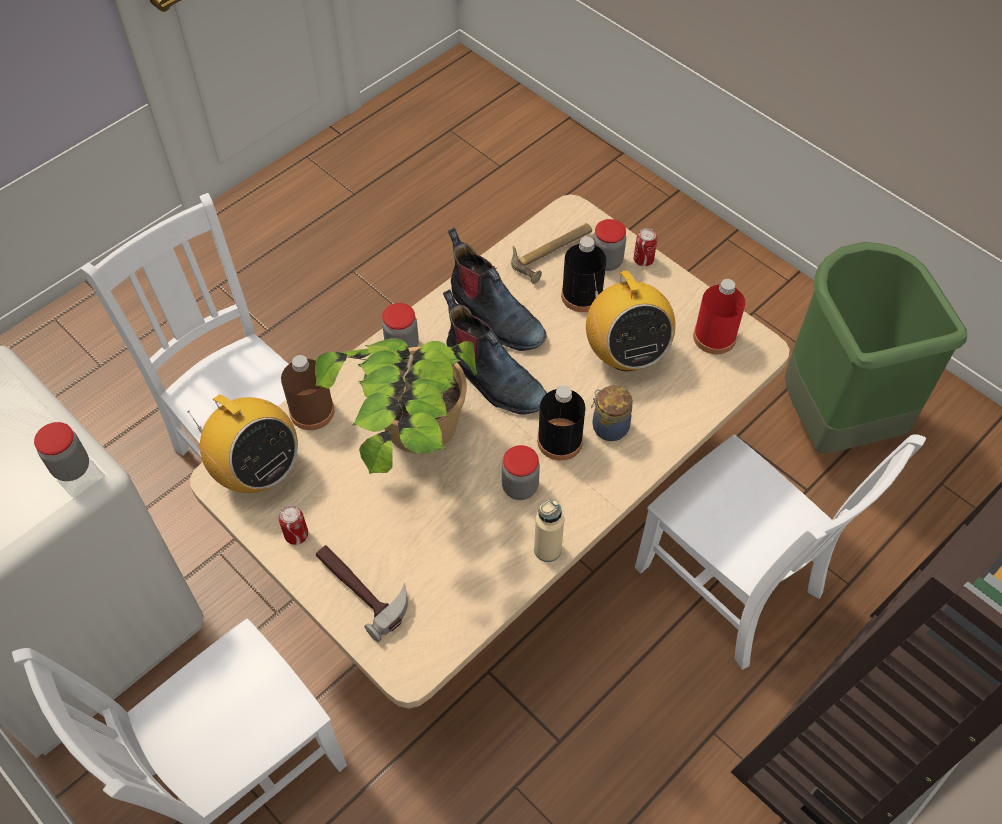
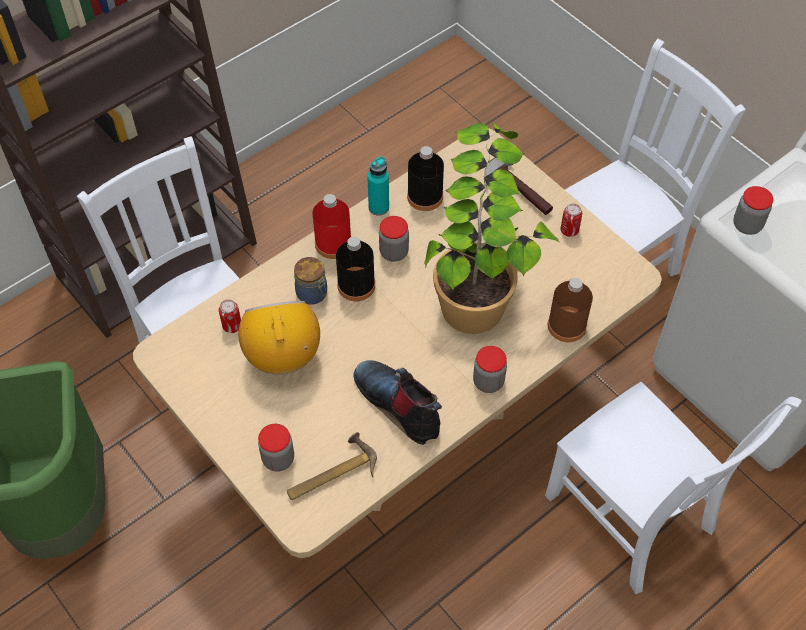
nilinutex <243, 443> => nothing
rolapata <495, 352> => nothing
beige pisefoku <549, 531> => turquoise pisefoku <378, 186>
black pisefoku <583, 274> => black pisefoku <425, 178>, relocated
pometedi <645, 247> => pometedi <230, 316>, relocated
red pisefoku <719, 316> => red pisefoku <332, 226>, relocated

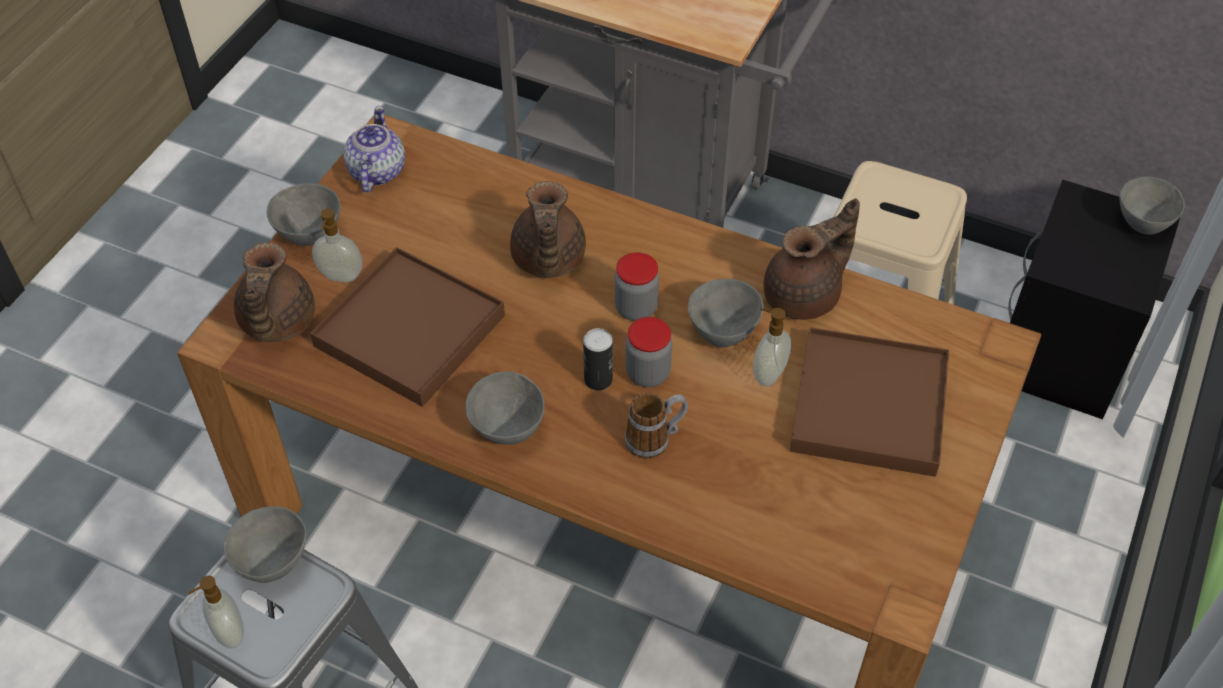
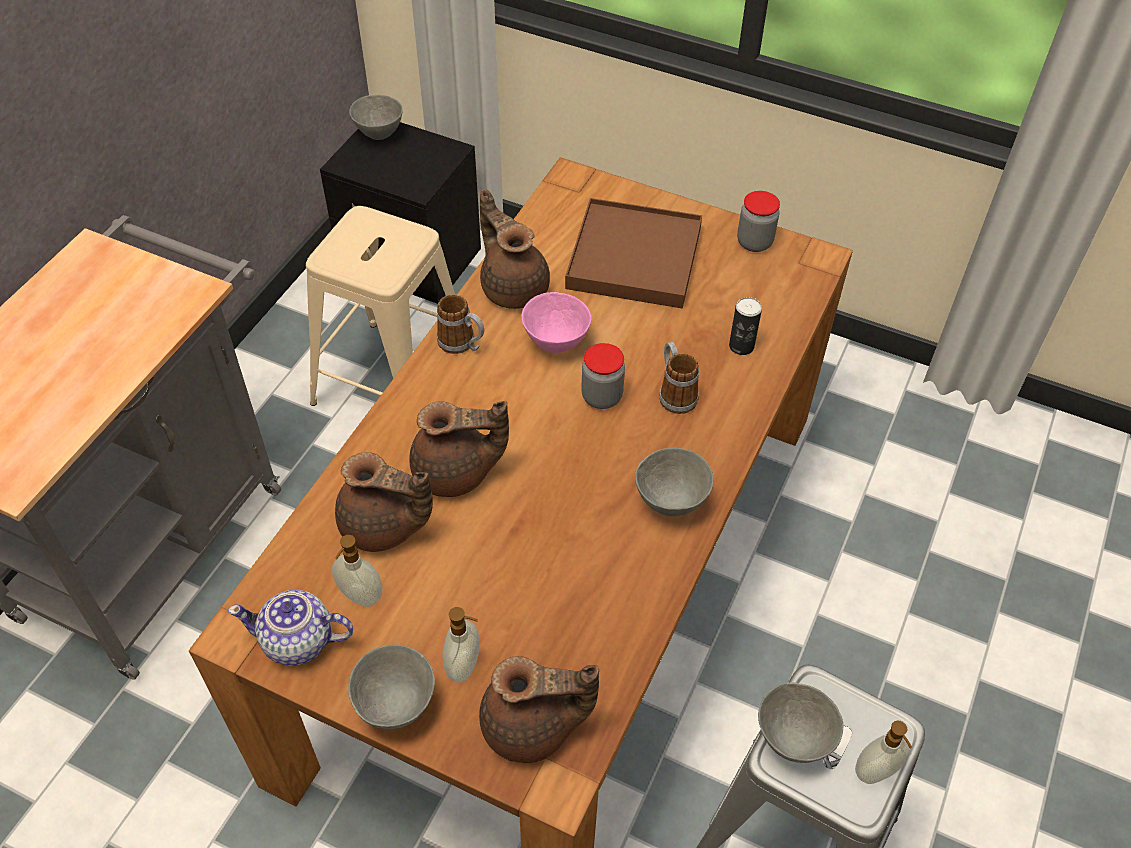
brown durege <407, 327> => nothing
pometedi <598, 359> => pometedi <745, 326>, relocated
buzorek <637, 286> => buzorek <758, 221>, relocated
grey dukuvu <726, 313> => pink dukuvu <556, 322>
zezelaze <772, 347> => zezelaze <357, 571>, relocated
nothing => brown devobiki <384, 502>
nothing => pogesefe <460, 324>

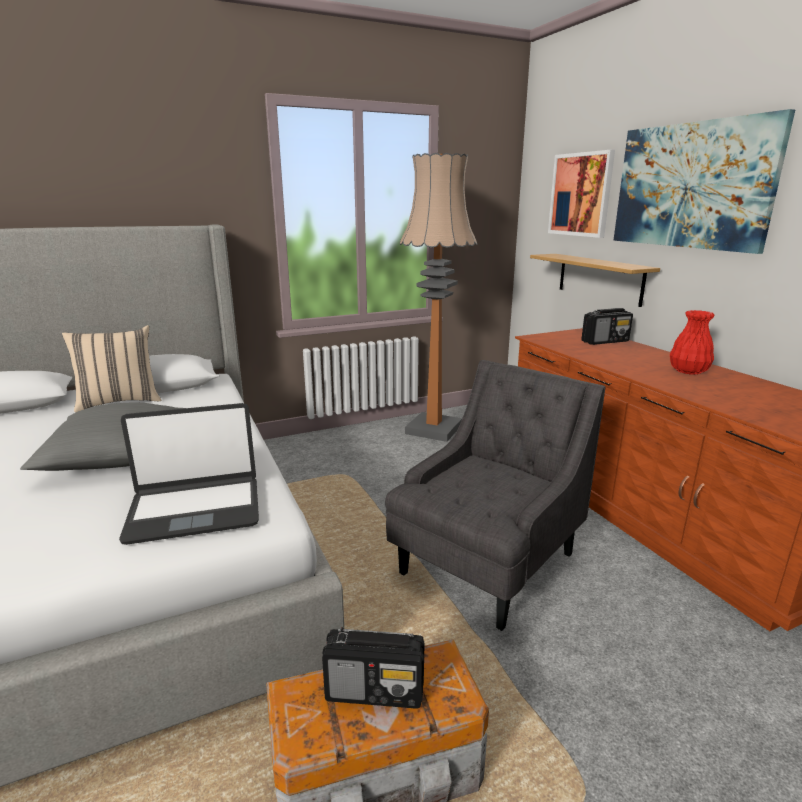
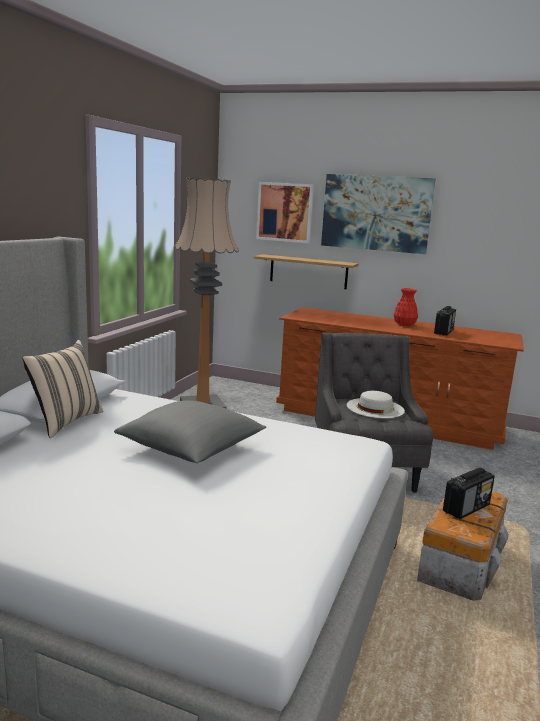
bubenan <189, 474> => nothing
nilinutex <607, 326> => nilinutex <445, 320>, relocated
nothing => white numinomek <376, 404>

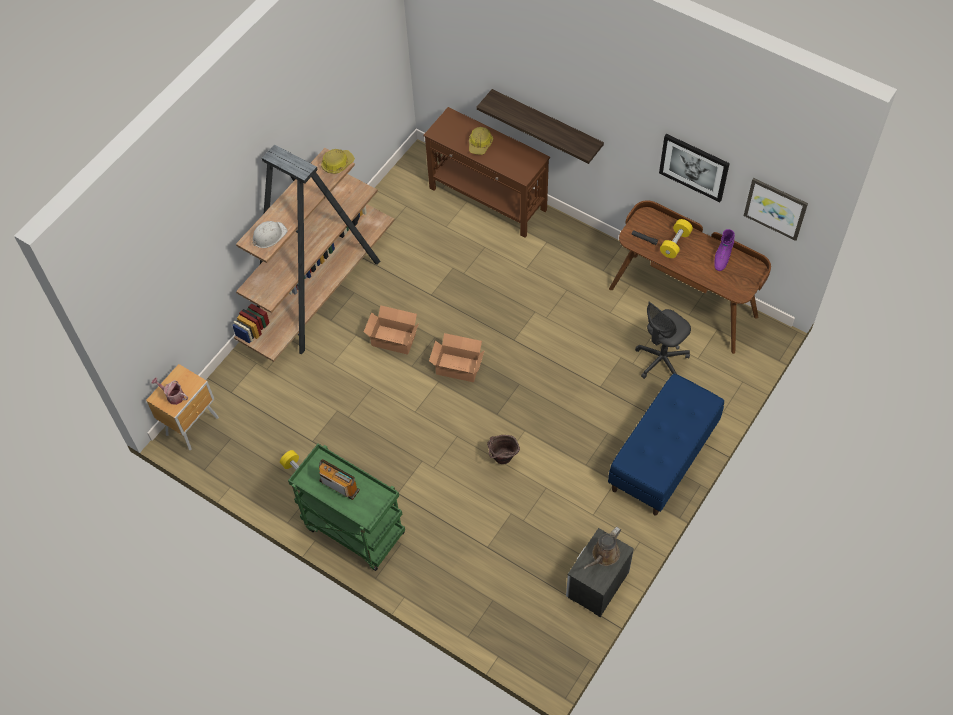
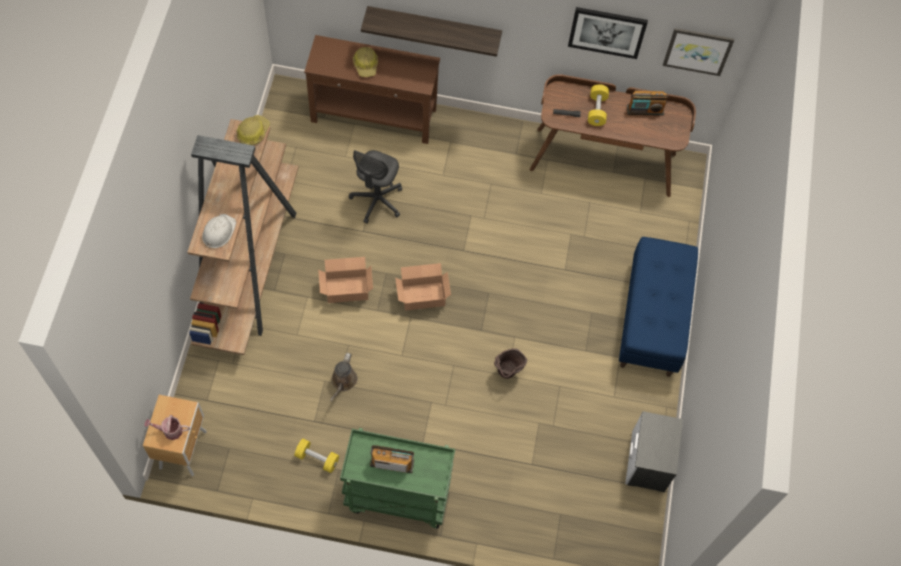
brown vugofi <602, 548> => brown vugofi <343, 377>, relocated
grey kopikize <663, 340> => grey kopikize <375, 187>, relocated
purple rolapata <724, 250> => nilinutex <648, 103>

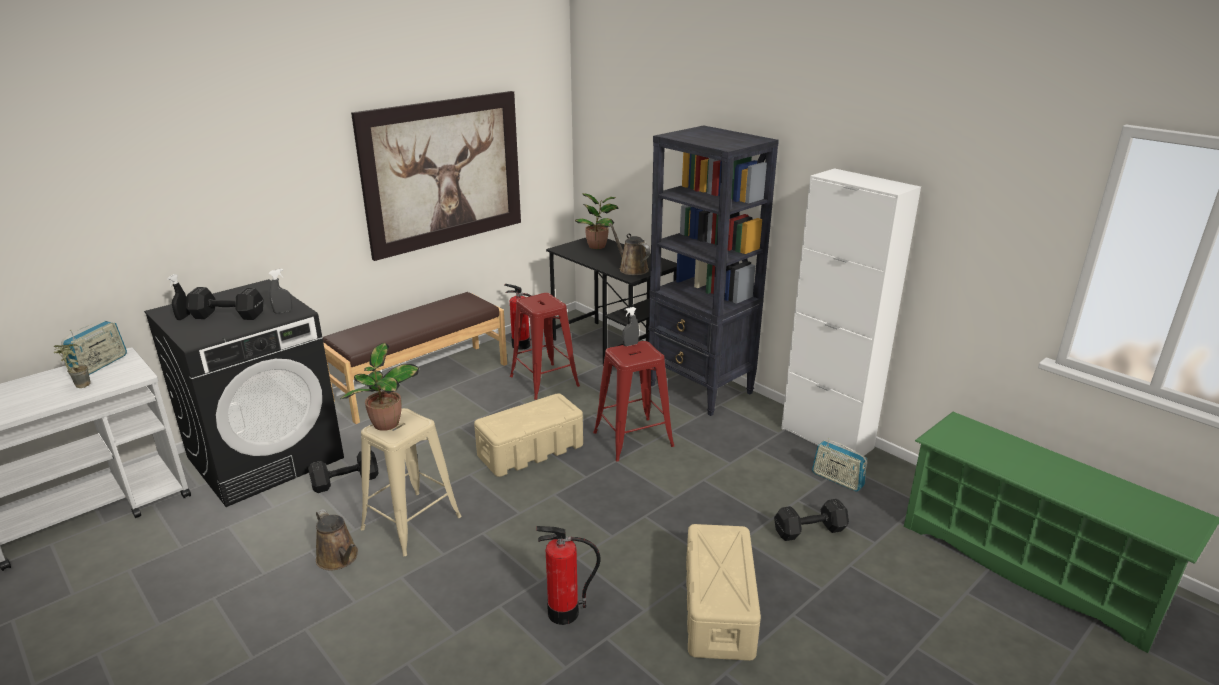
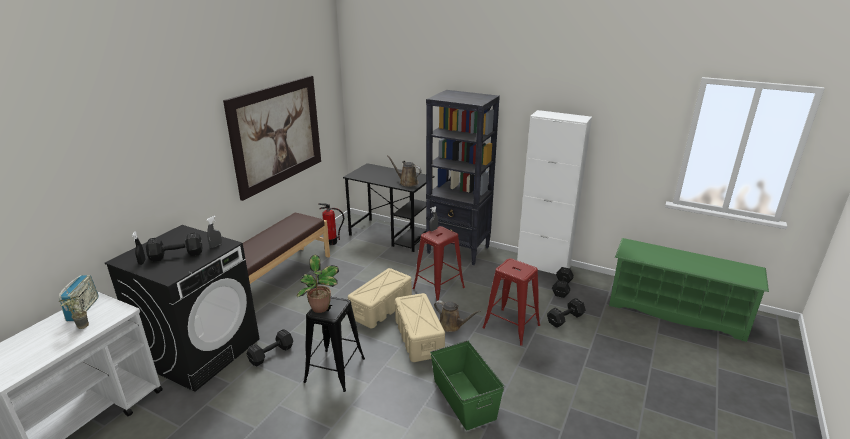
brown vugofi <337, 539> => brown vugofi <457, 316>, relocated
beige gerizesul <410, 482> => black gerizesul <334, 344>
red gerizesul <545, 346> => red gerizesul <511, 301>, relocated
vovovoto <568, 575> => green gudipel <467, 385>
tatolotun <596, 221> => nothing
beige gudipel <723, 592> => beige gudipel <420, 327>, relocated
nilinutex <839, 465> => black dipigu <563, 282>

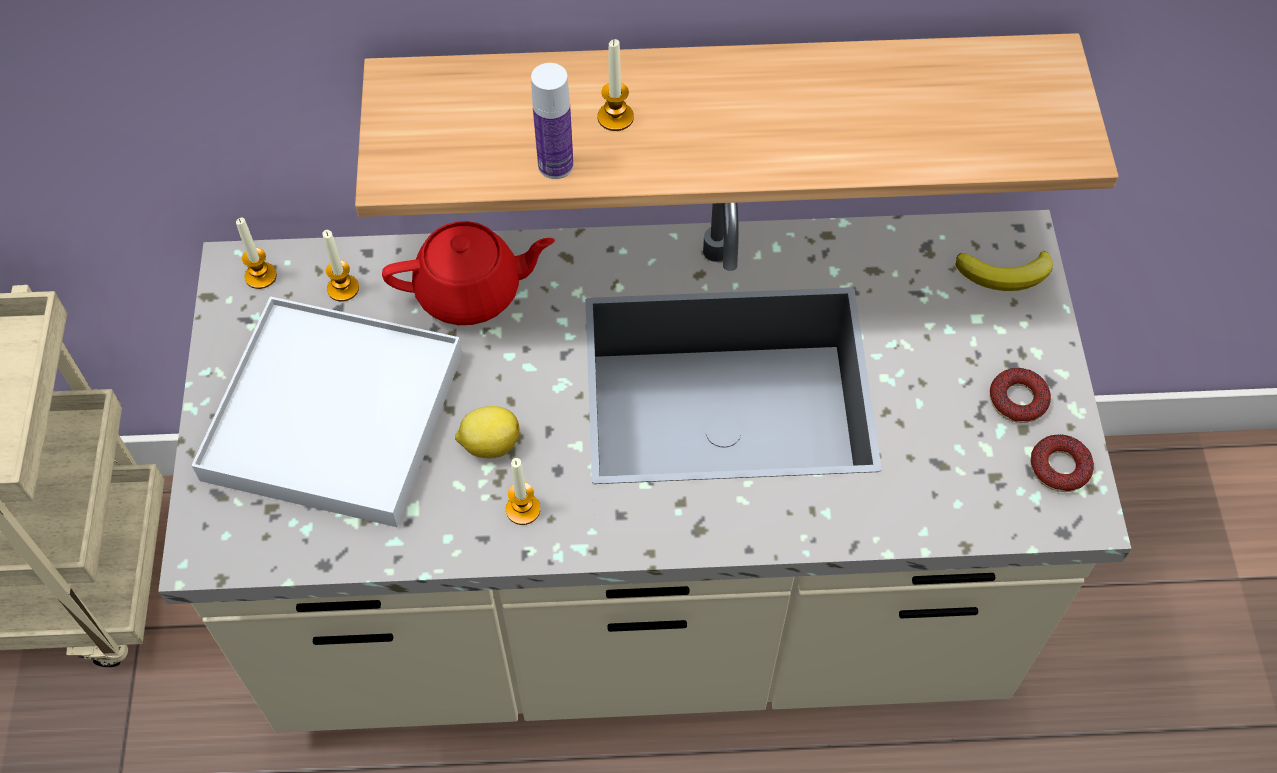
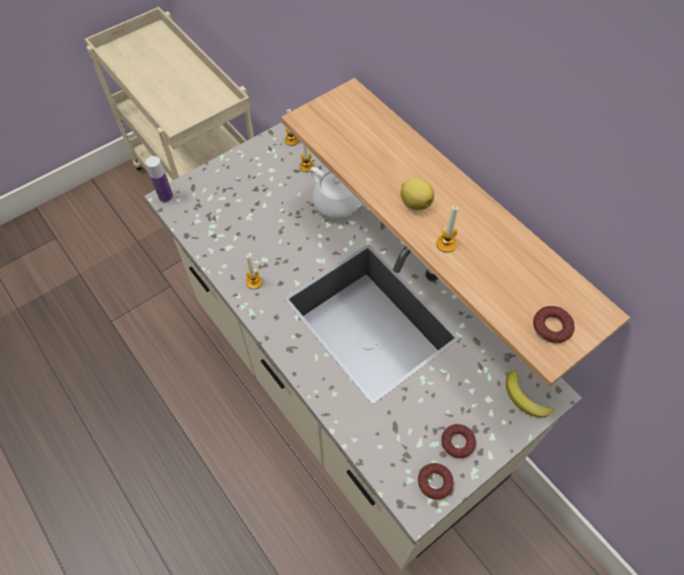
white durege <327, 412> => nothing
red devobiki <468, 273> => white devobiki <339, 193>
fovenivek <487, 432> => fovenivek <417, 194>, relocated
pisefoku <552, 121> => pisefoku <159, 179>, relocated
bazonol <616, 85> => bazonol <447, 229>, relocated
nothing => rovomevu <554, 324>

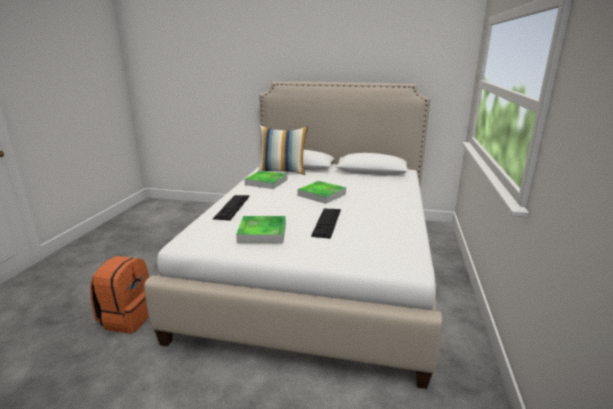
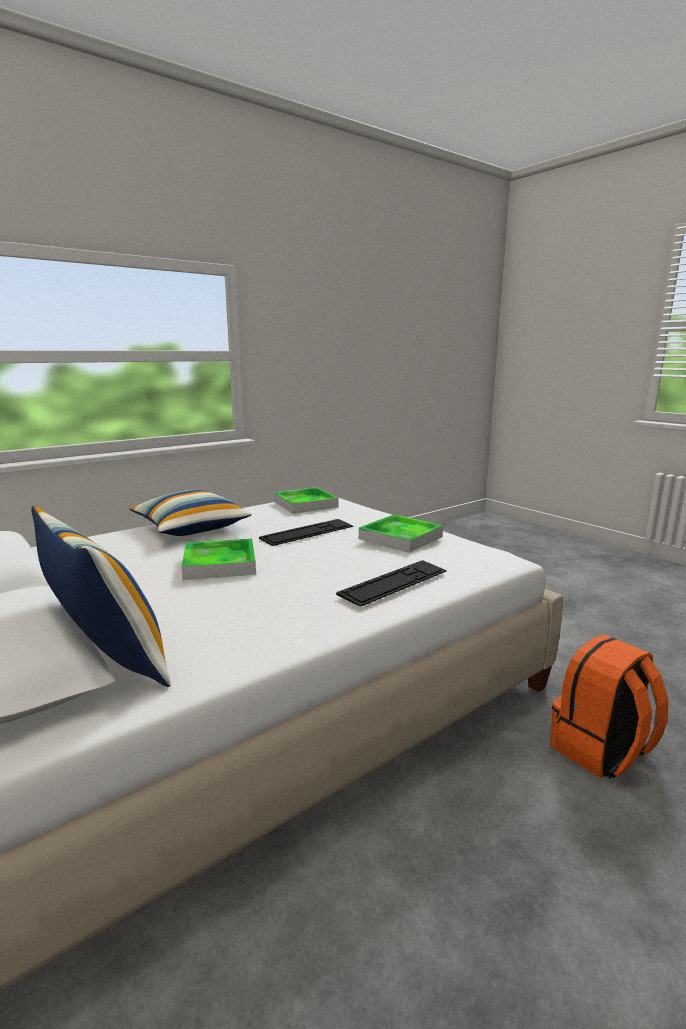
durege <266, 180> => durege <306, 500>, relocated
nothing => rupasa <190, 512>

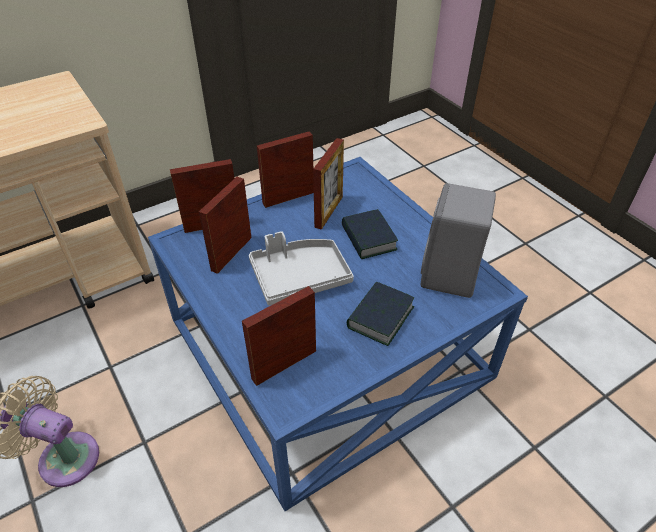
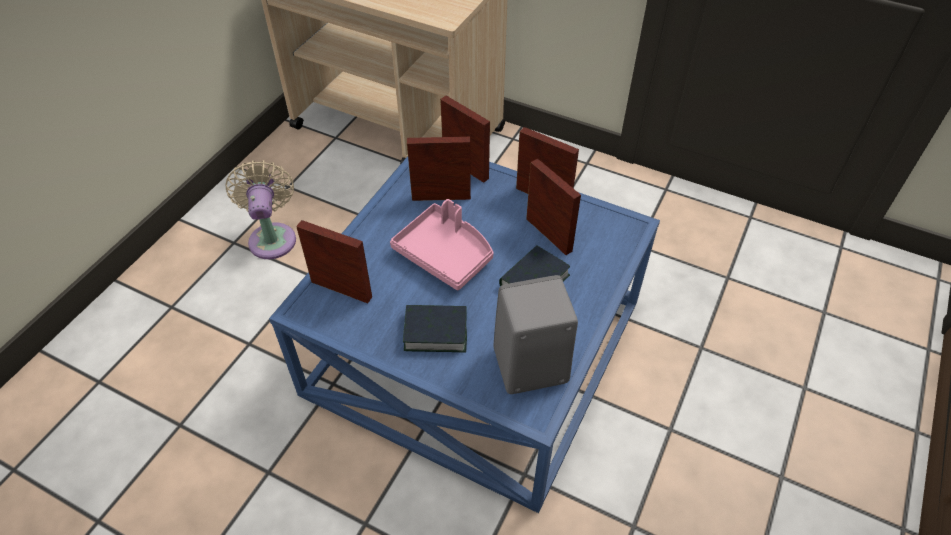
grey durege <301, 268> => pink durege <442, 245>
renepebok <328, 184> => renepebok <553, 207>, 120 degrees counterclockwise

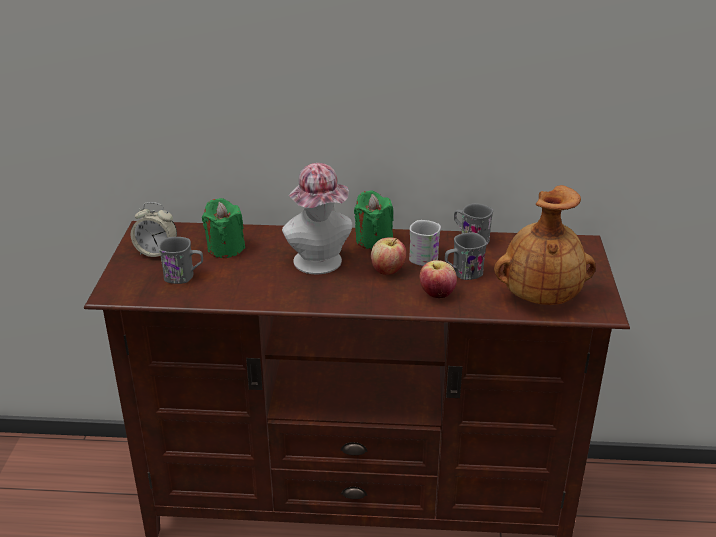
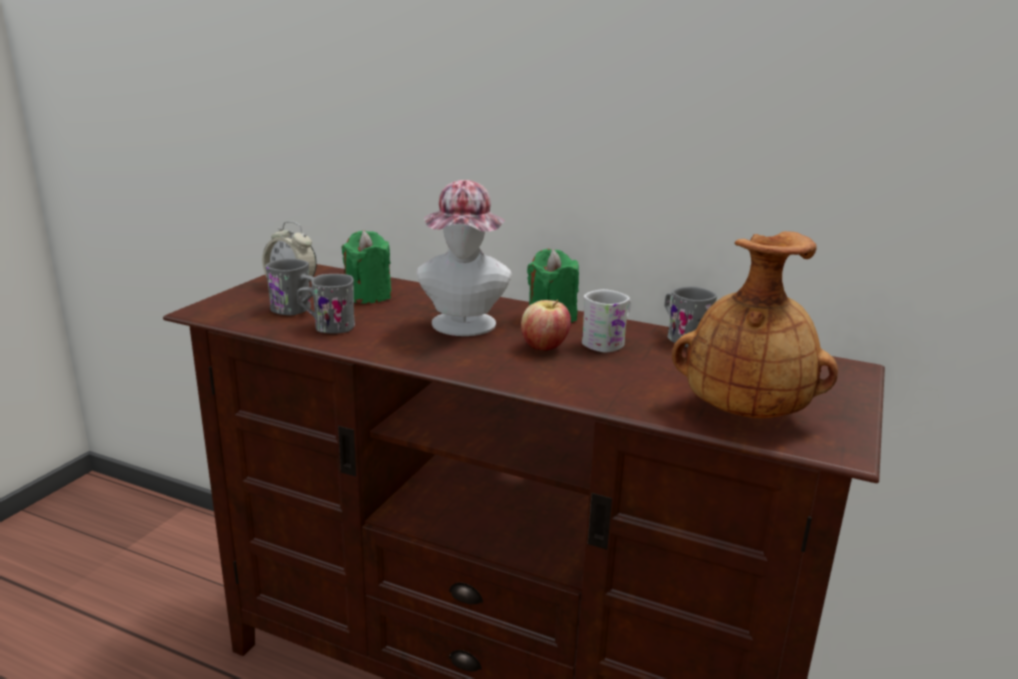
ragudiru <438, 279> => nothing
grey pogesefe <466, 256> => grey pogesefe <326, 304>, relocated

